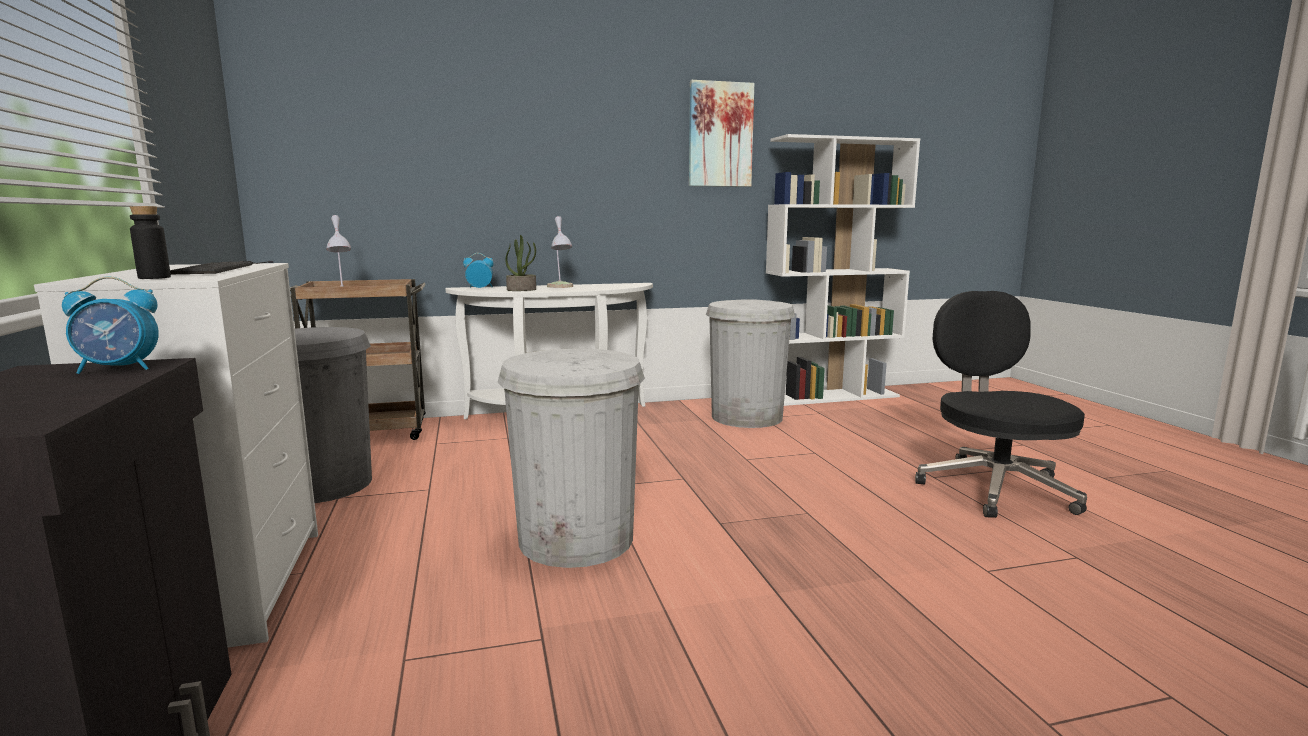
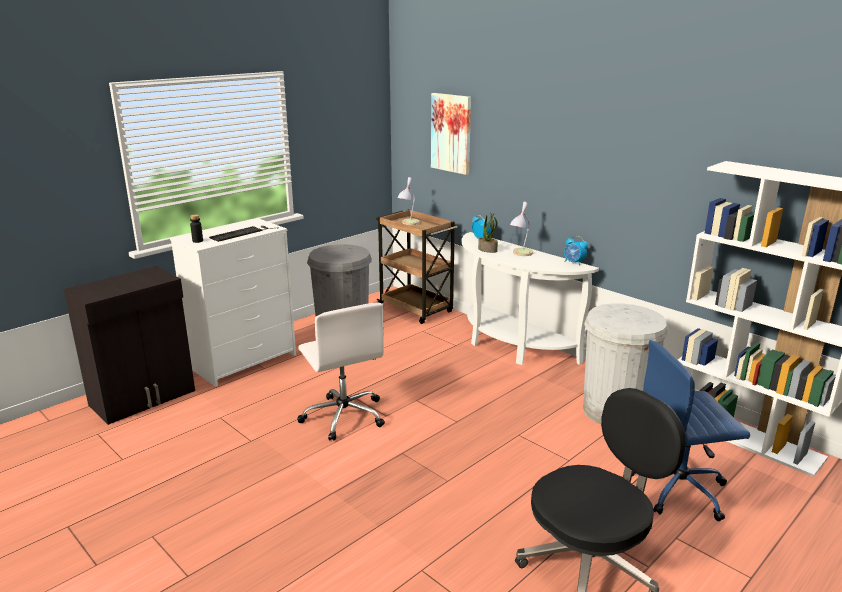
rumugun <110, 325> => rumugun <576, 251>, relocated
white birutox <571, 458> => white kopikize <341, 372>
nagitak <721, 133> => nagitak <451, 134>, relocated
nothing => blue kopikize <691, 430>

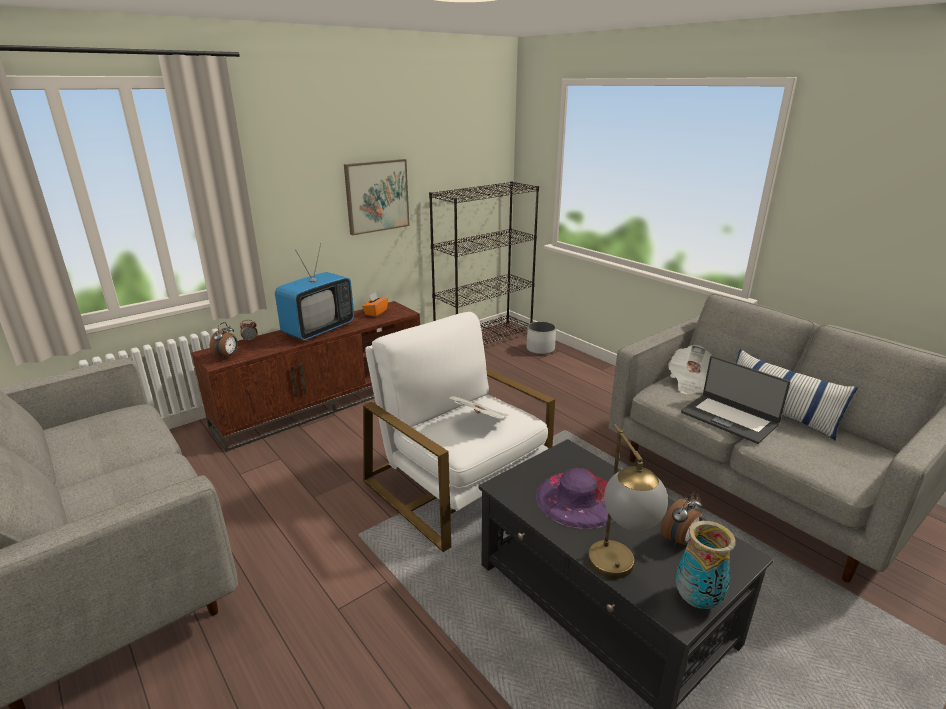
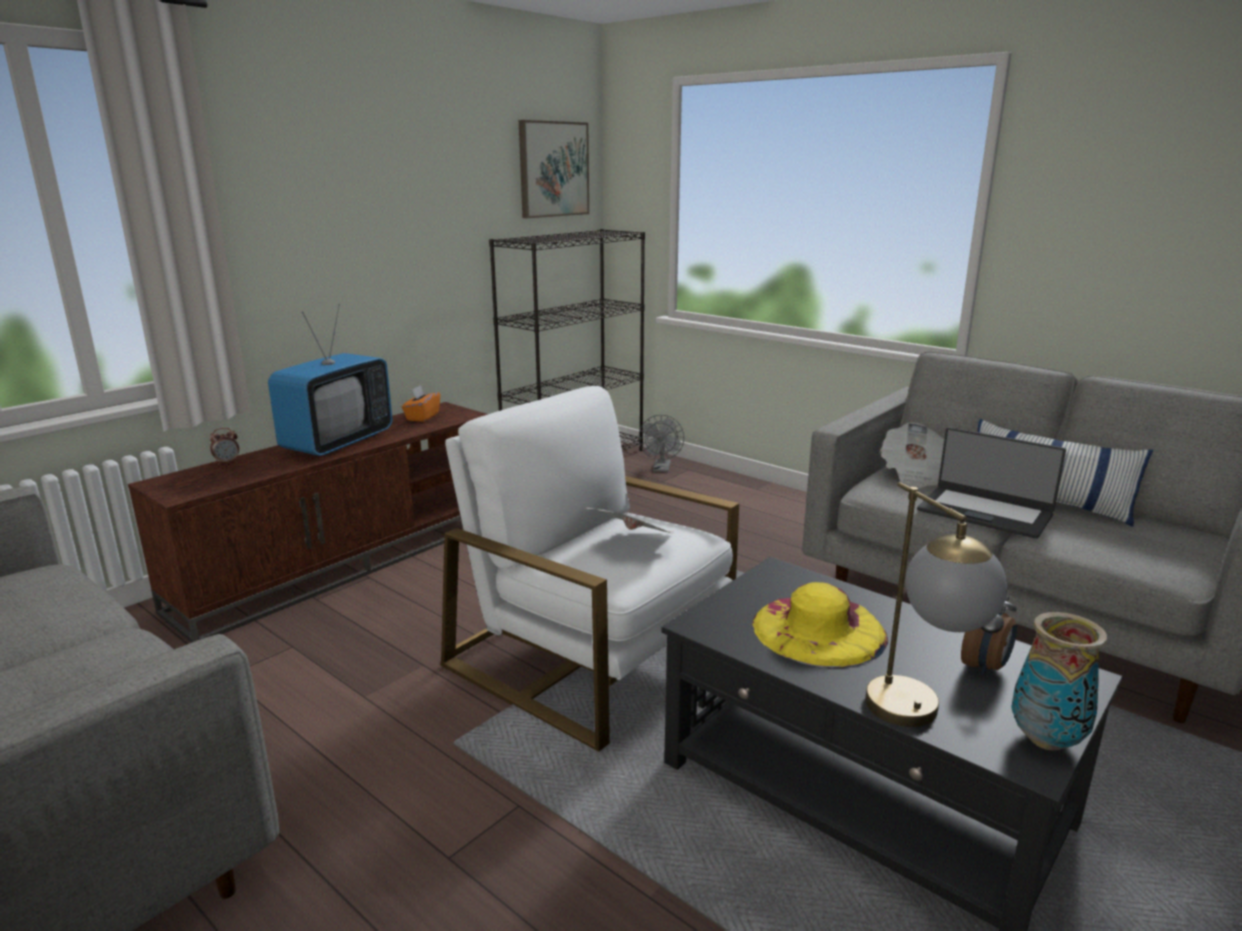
rumugun <223, 341> => nothing
nagitak <377, 197> => nagitak <554, 169>, relocated
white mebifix <541, 338> => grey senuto <661, 443>
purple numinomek <575, 498> => yellow numinomek <820, 624>

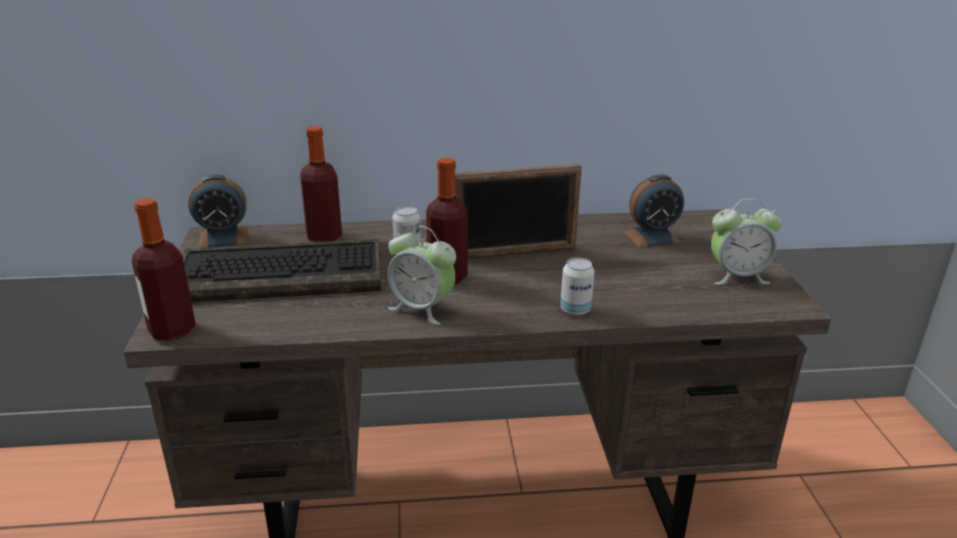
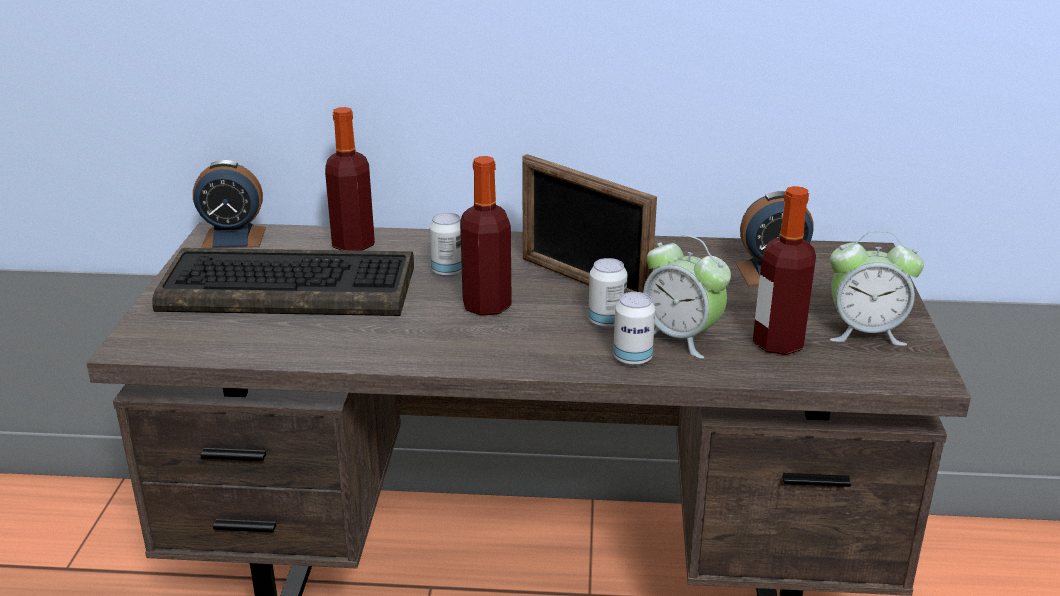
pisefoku <164, 269> => pisefoku <784, 270>, relocated
rumugun <422, 275> => rumugun <687, 297>, relocated
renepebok <518, 211> => renepebok <589, 223>, 45 degrees clockwise
nothing => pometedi <608, 293>

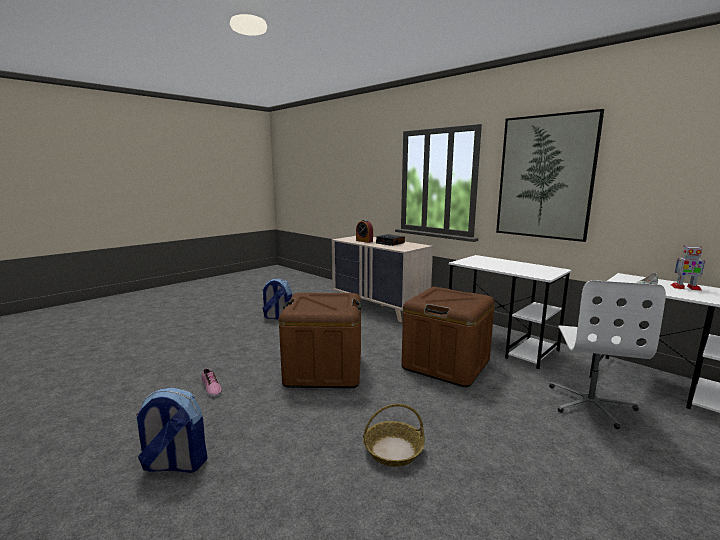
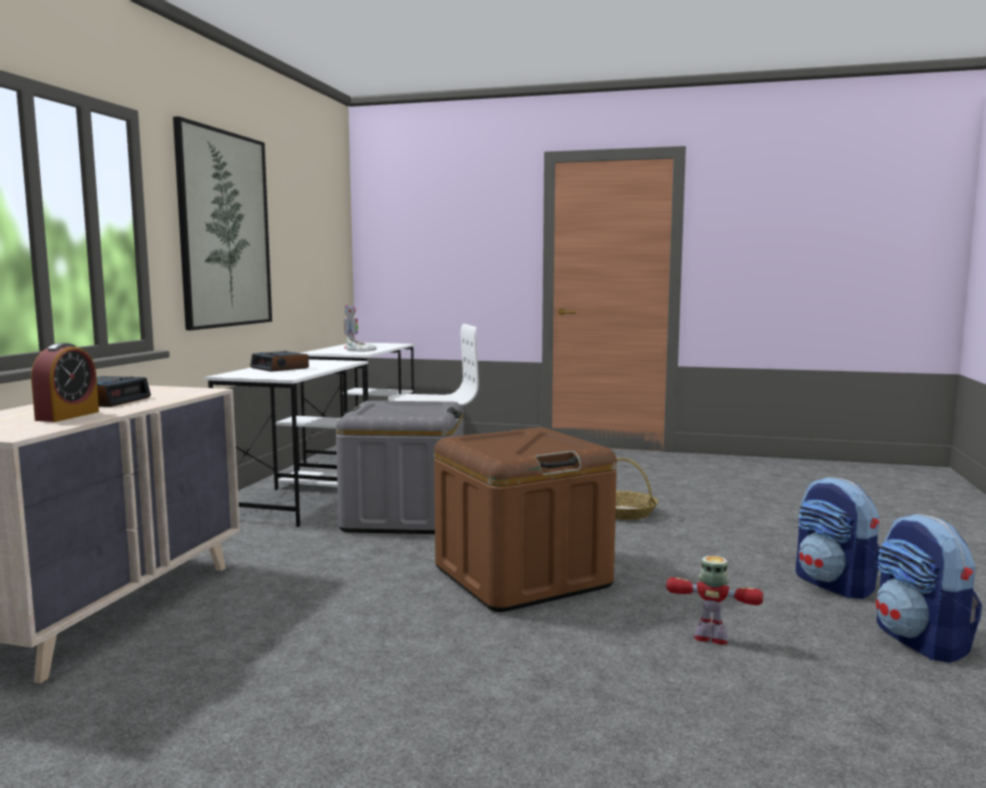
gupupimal <211, 382> => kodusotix <714, 600>
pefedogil <277, 299> => pefedogil <929, 588>, relocated
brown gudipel <448, 337> => grey gudipel <400, 467>
nothing => rumugun <279, 361>

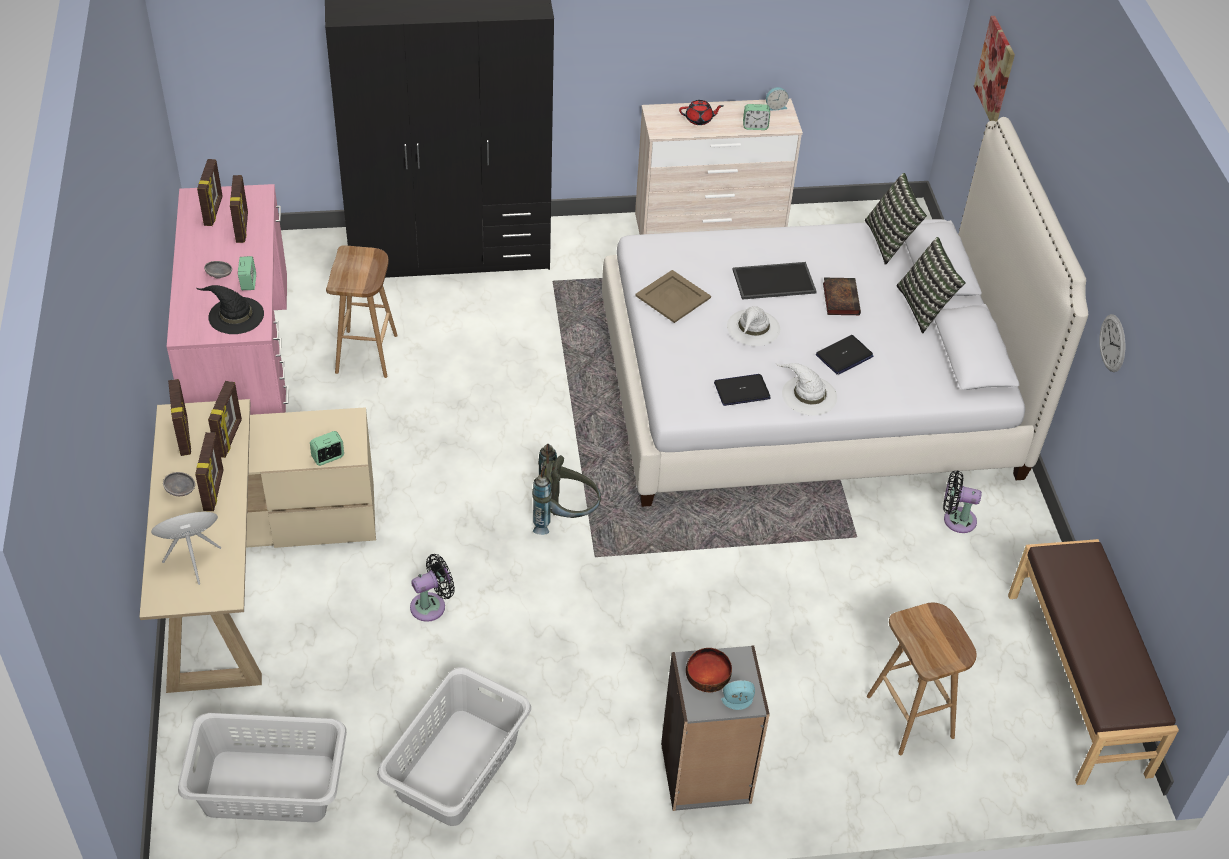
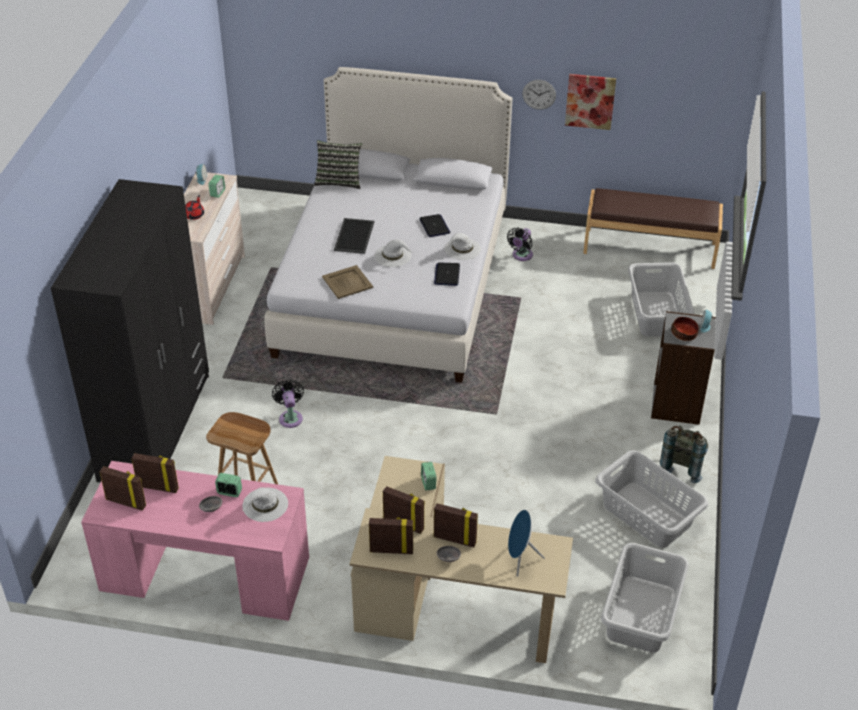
black numinomek <230, 309> => white numinomek <265, 504>
black senuto <432, 588> => black senuto <288, 404>, relocated
grey pefedogil <566, 489> => grey pefedogil <684, 454>, relocated
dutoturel <842, 296> => nothing
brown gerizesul <922, 679> => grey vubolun <661, 299>
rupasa <931, 285> => nothing
nagitak <994, 69> => nagitak <590, 102>, relocated

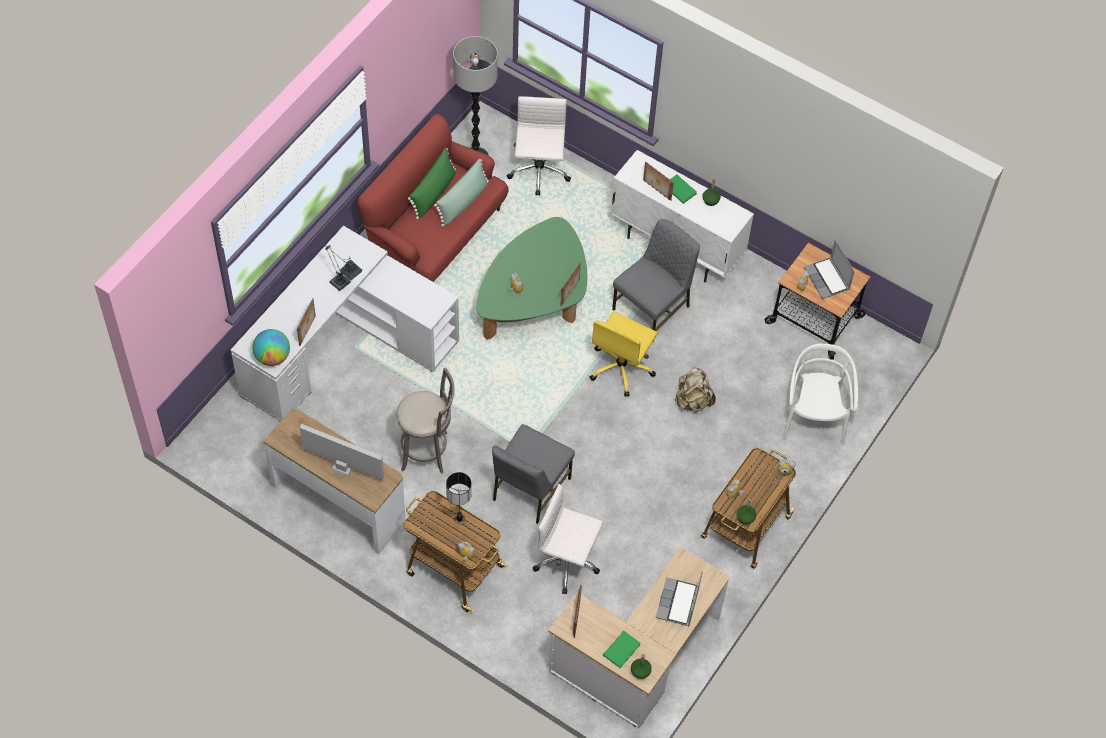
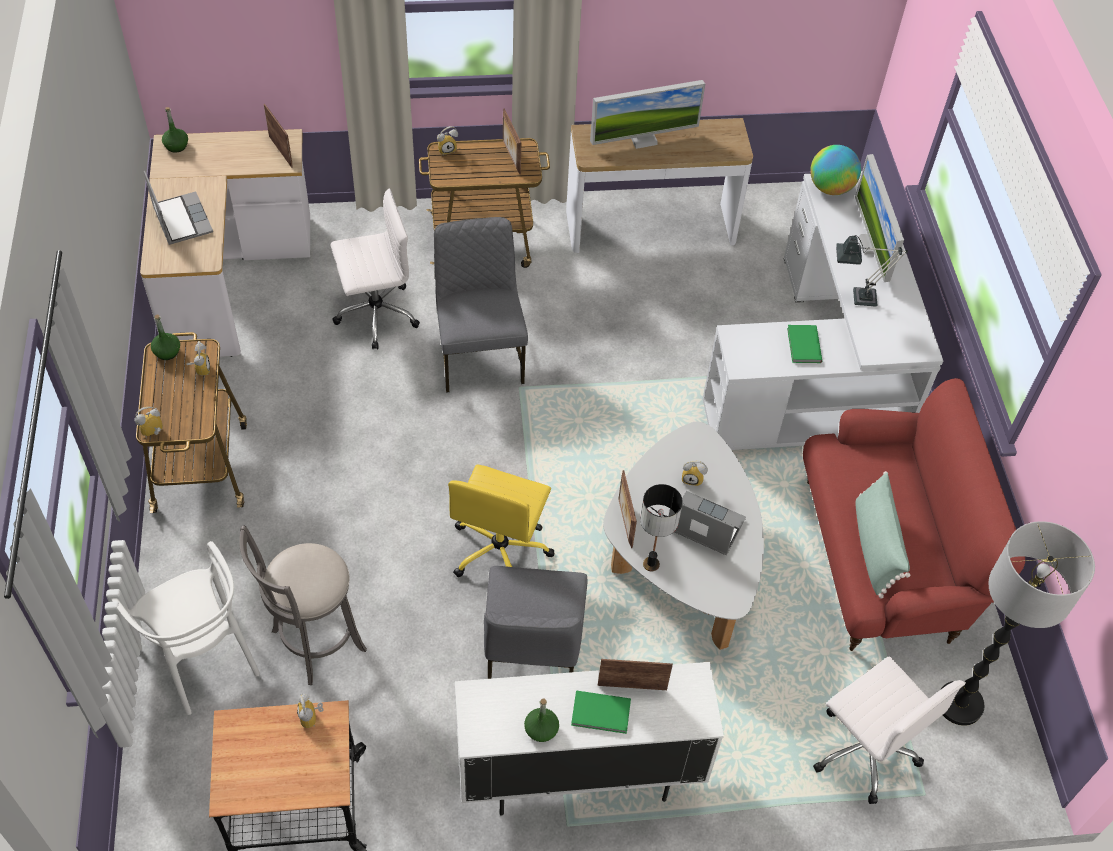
renepebok <306, 322> => renepebok <512, 141>, relocated
grey gerizesul <425, 420> => grey gerizesul <303, 605>, relocated
green rupasa <432, 183> => nothing
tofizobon <459, 498> => tofizobon <661, 527>, relocated
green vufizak <532, 278> => white vufizak <683, 536>
yellow kopikize <623, 354> => yellow kopikize <501, 520>, 150 degrees counterclockwise
green dutoturel <622, 649> => green dutoturel <804, 344>, relocated
beige pefedogil <695, 389> => nothing
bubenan <829, 269> => bubenan <707, 523>, relocated
nothing => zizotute <879, 218>

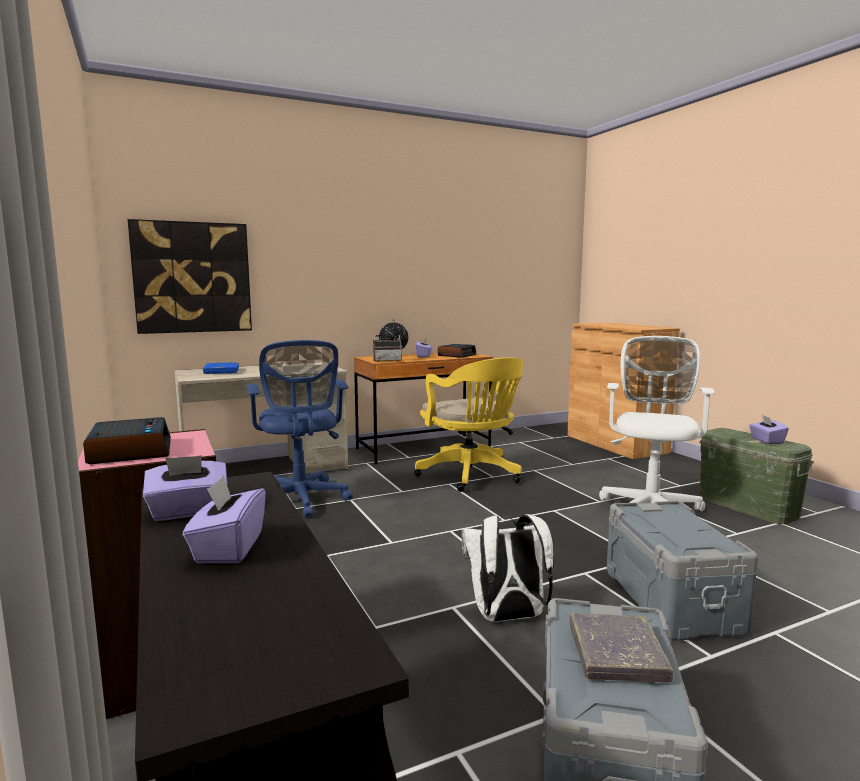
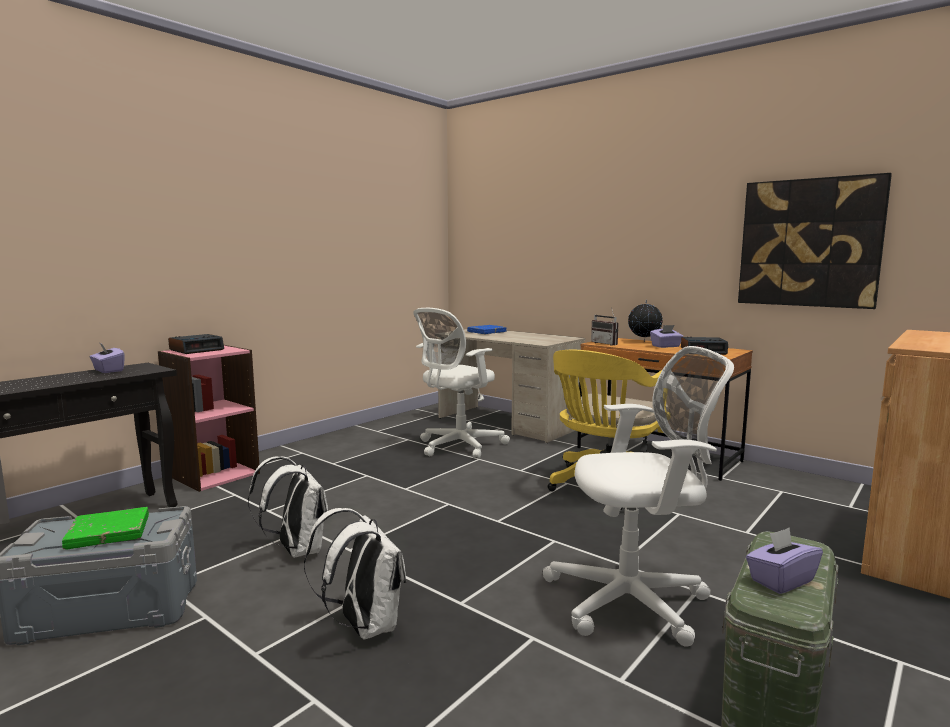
nagitak <190, 276> => nagitak <815, 241>, relocated
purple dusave <224, 519> => nothing
blue kopikize <299, 429> => white kopikize <461, 383>
grey dutoturel <621, 647> => green dutoturel <105, 528>
grey gudipel <682, 570> => white pefedogil <355, 574>

